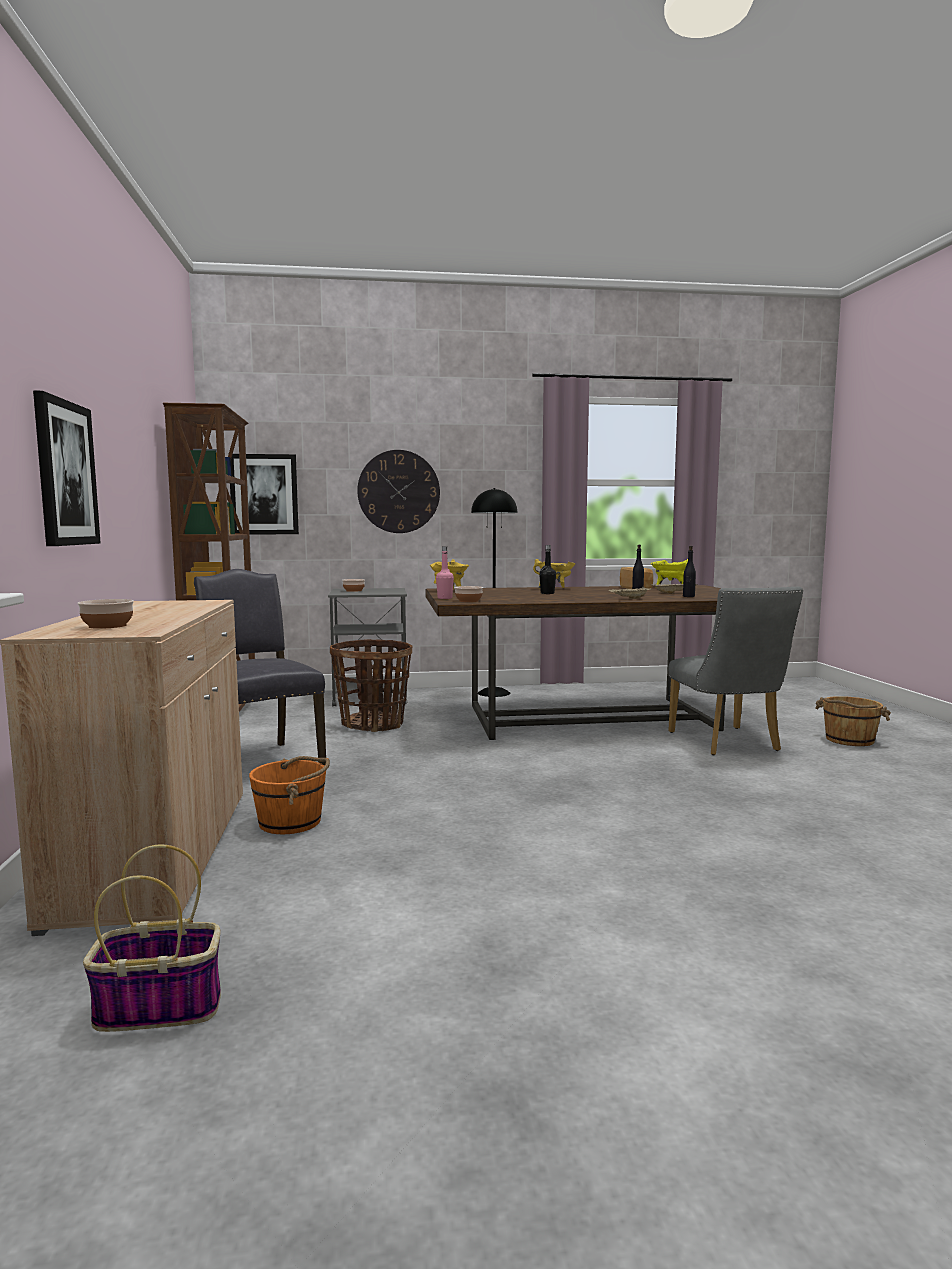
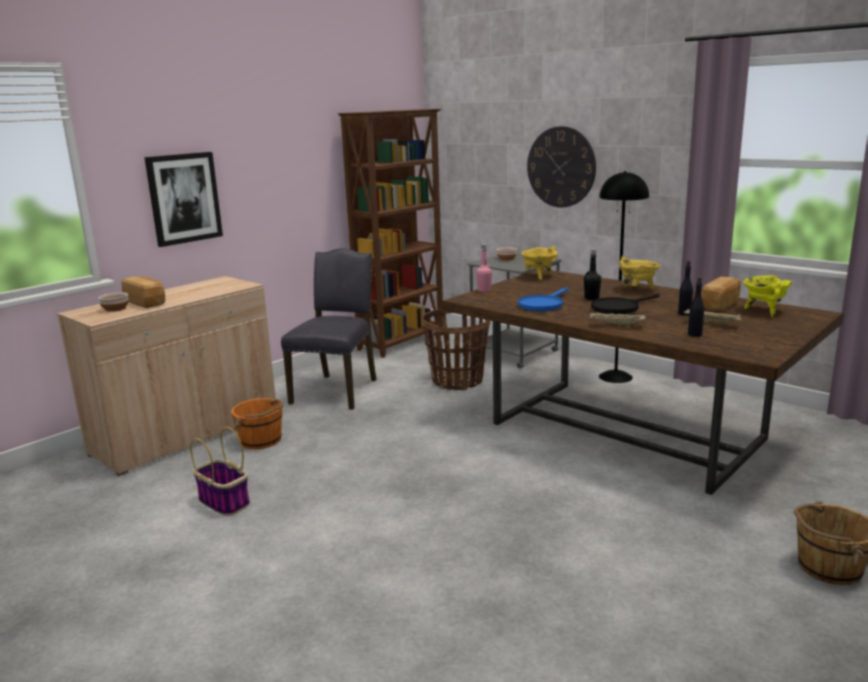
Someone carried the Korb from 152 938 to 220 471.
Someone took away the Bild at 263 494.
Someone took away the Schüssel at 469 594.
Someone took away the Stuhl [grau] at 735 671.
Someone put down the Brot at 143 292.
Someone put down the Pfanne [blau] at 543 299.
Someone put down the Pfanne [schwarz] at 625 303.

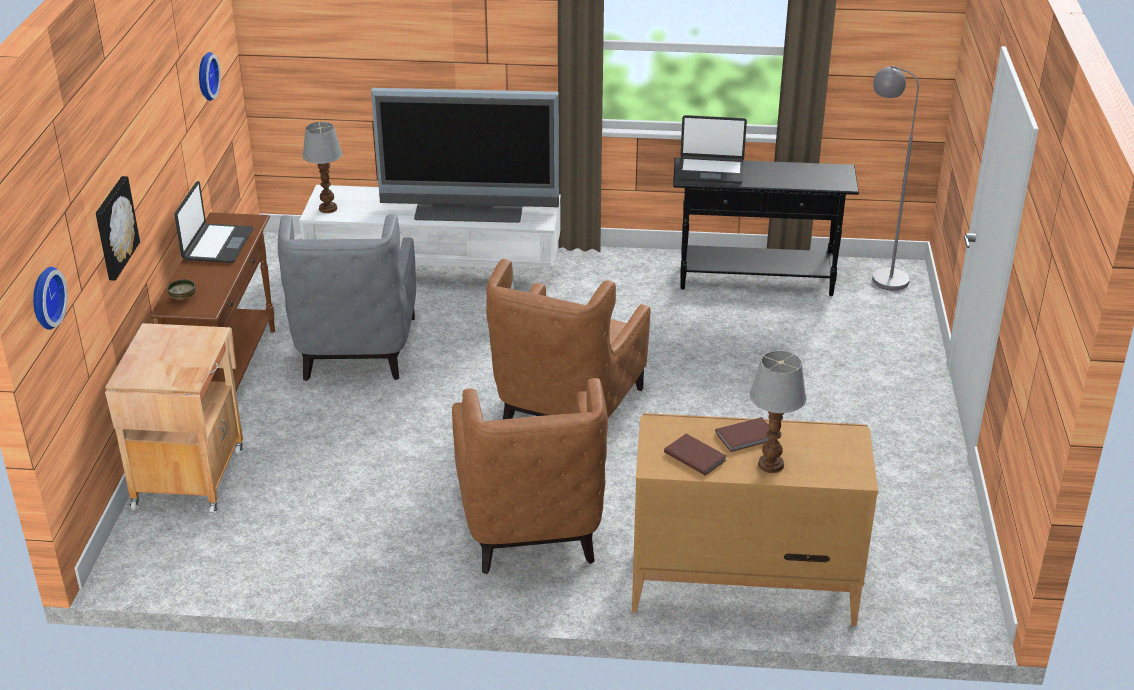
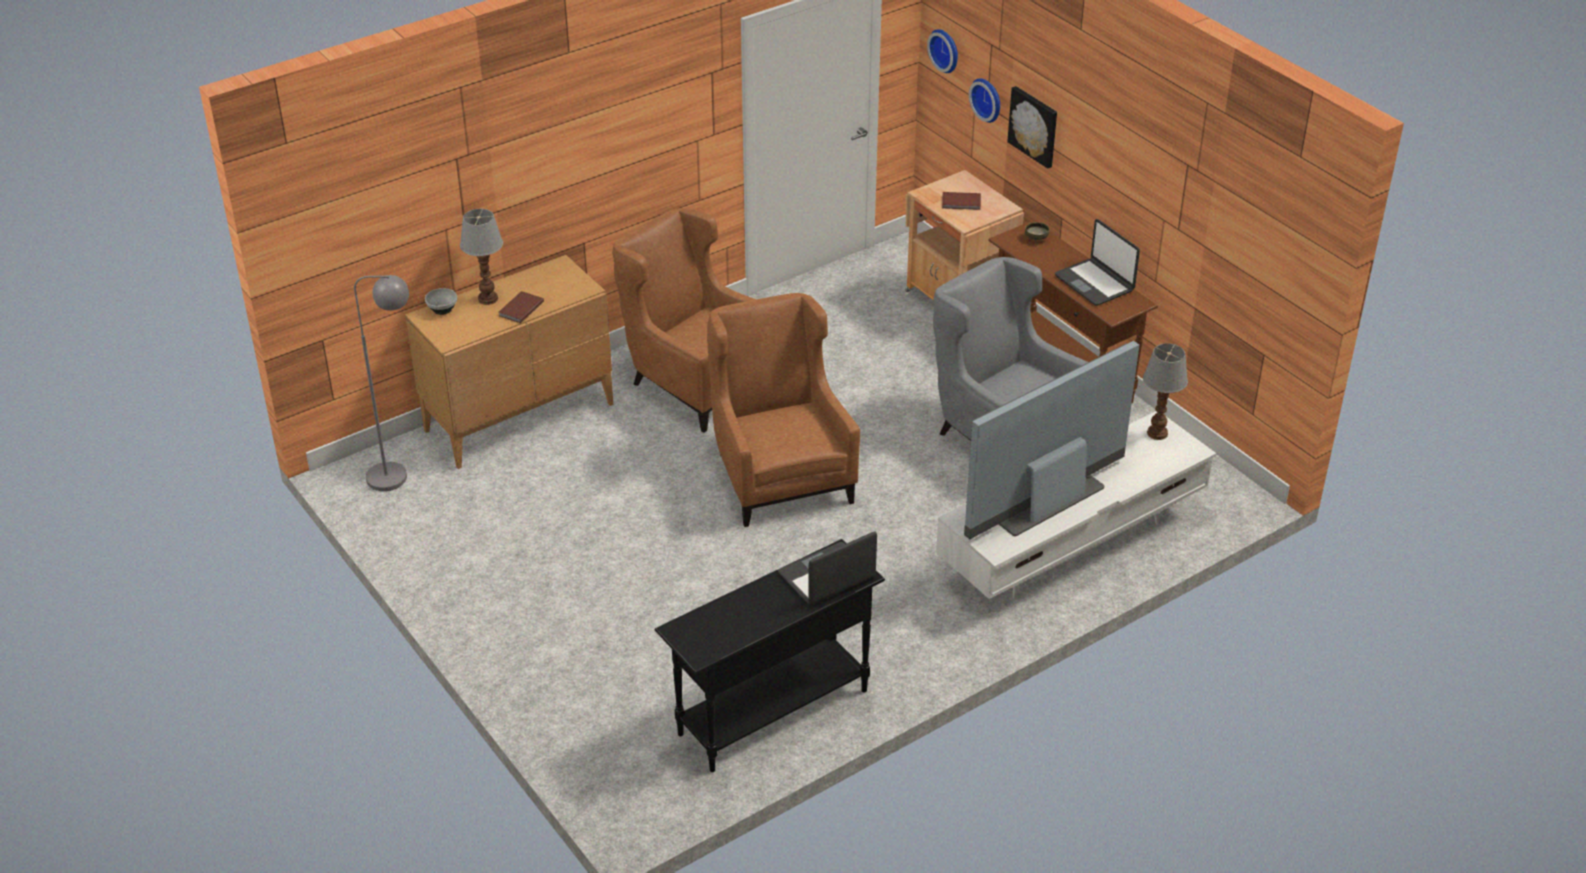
Someone carried the Wanduhr from 210 76 to 984 100.
Someone carried the Buch [braun] from 695 455 to 961 201.
Someone carried the Stehlampe [grau] from 895 178 to 381 383.
Someone put down the Schüssel at 441 301.

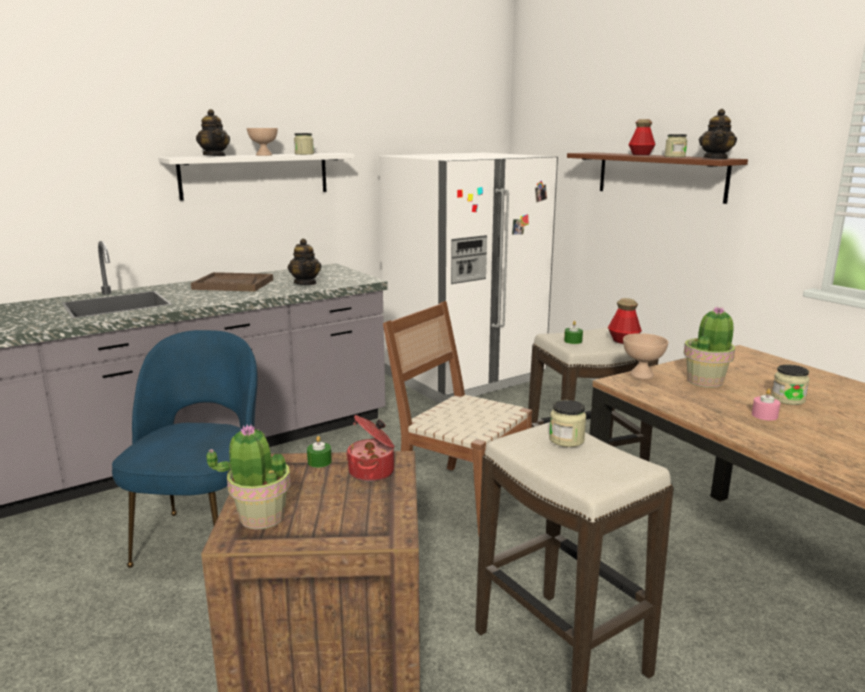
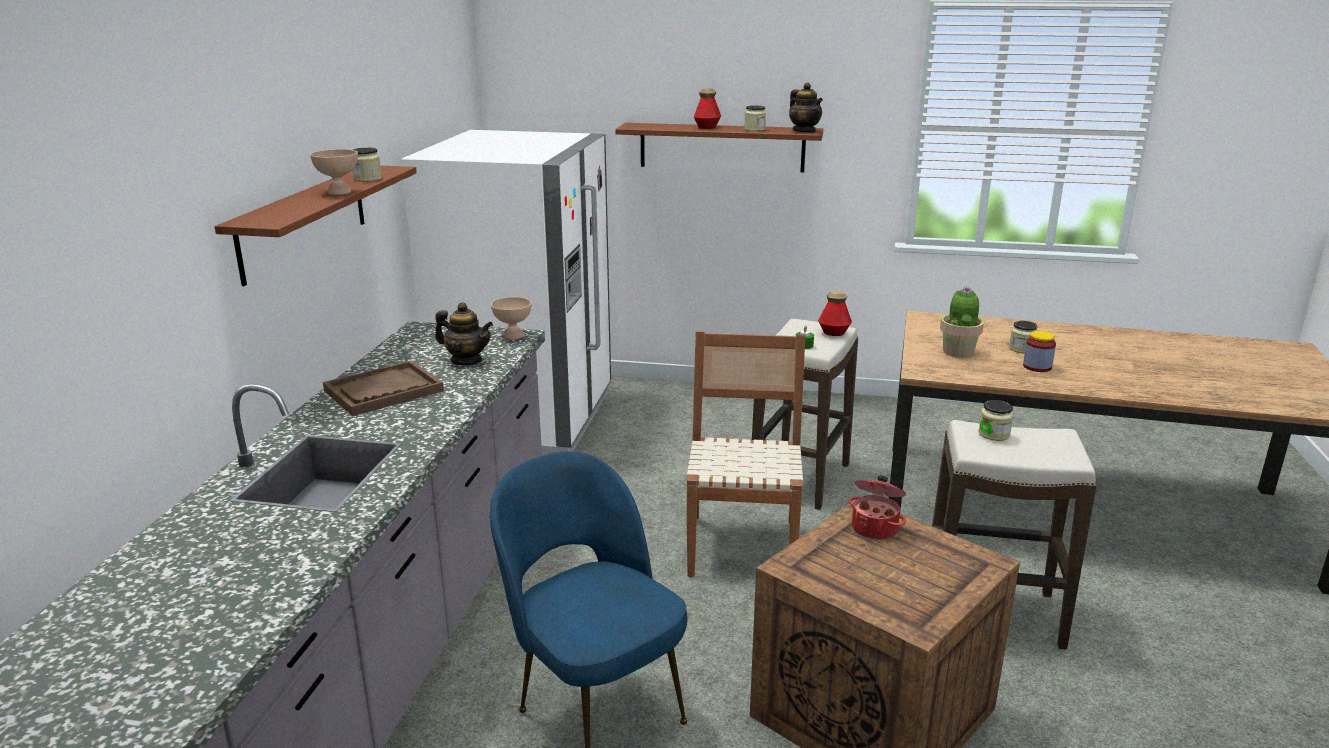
Someone repainted the Wandregal [weiß] at 256 177, which became the Wandregal [braun] at 315 226.
Someone took away the Teekanne at 213 132.
Someone took away the Topfpflanze at 248 477.
Someone took away the Kerze [grün] at 319 452.
Someone rotated the Stuhl at 457 418 by 105 degrees clockwise.
Someone carried the Schüssel [beige] from 645 356 to 511 318.
Someone swapped the Kerze [rosa] at 766 405 for the Vorratsglas at 1039 351.

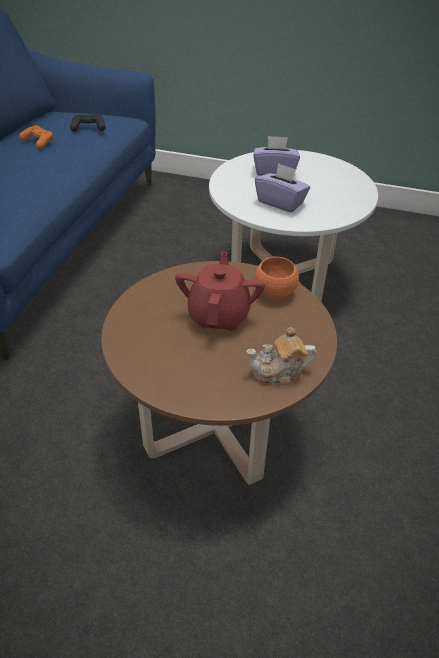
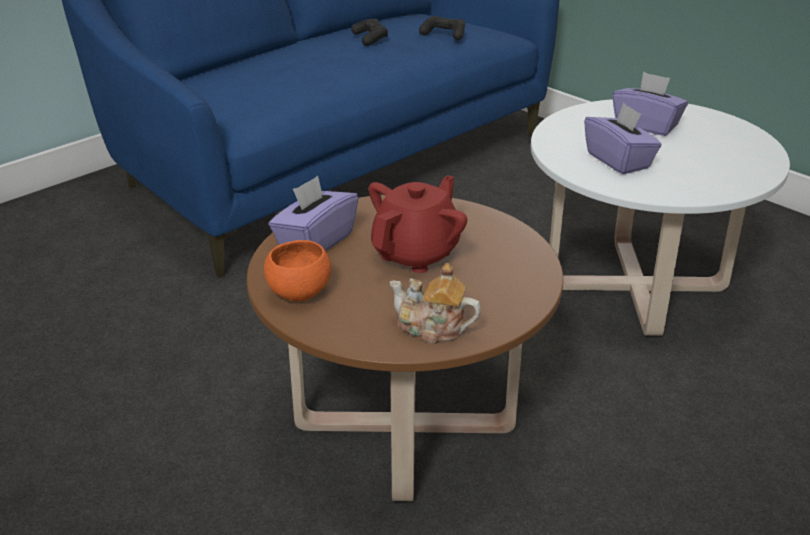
Someone repainted the Gamepad [orange] at 36 137, which became the Gamepad [schwarz] at 369 32.
Someone carried the Schüssel [orange] from 277 277 to 297 270.
Someone put down the Taschentuchbox [lila] at 314 213.

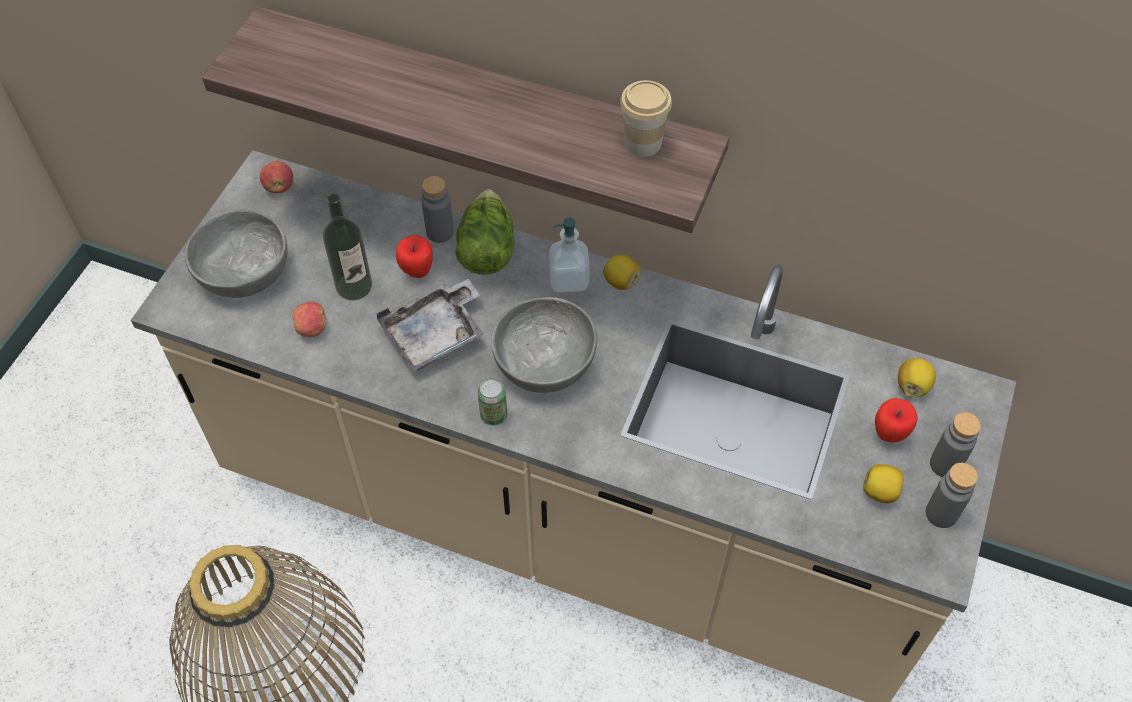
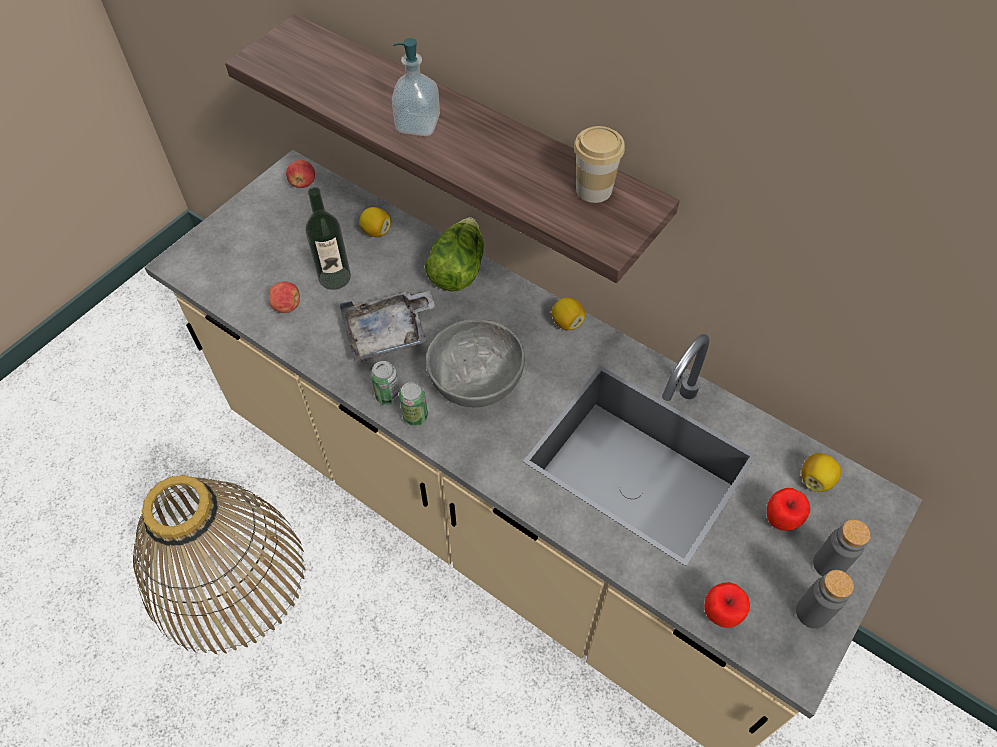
Someone took away the Schüssel [grau] at 236 254.
Someone carried the Apfel from 414 256 to 727 605.
Someone took away the Flasche [grau] at 438 209.
Someone carried the Seifenspender from 569 255 to 416 87.
Someone carried the Zitrone from 883 483 to 375 222.
Someone put down the Dose at 385 383.

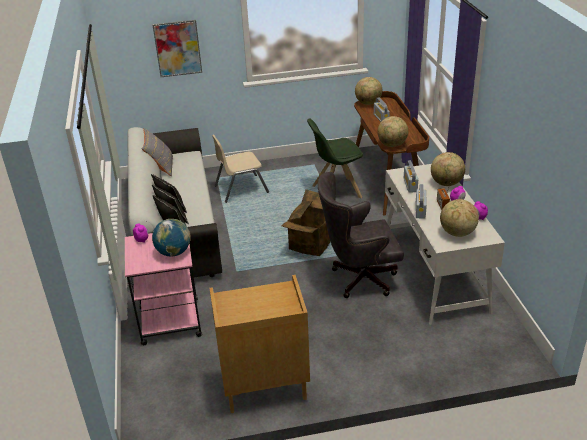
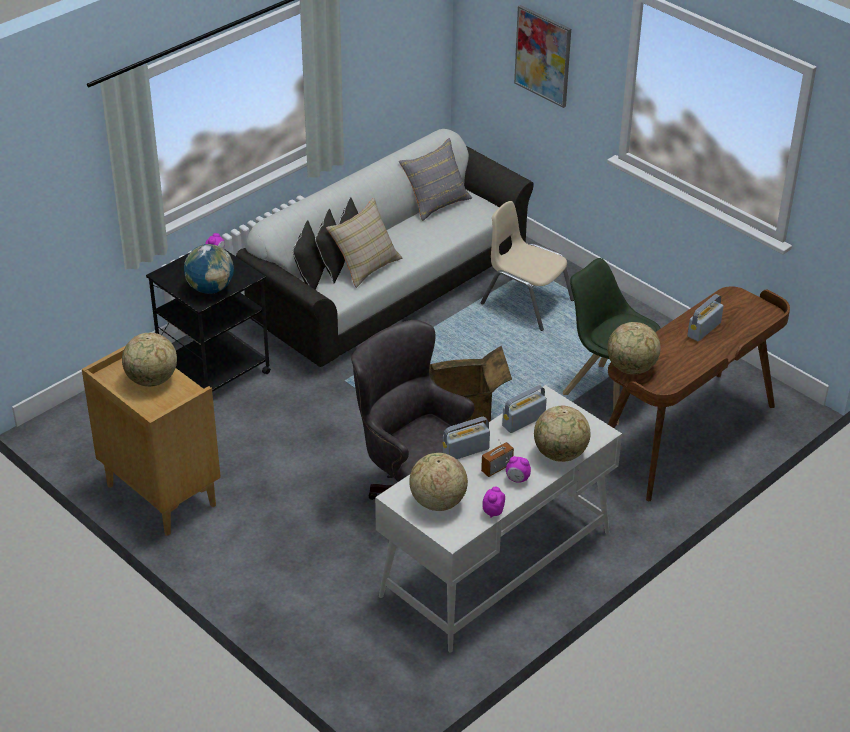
Someone repainted the Rollwagen [rosa] at 163 289, which became the Rollwagen [schwarz] at 208 320.
Someone carried the Globus from 368 91 to 149 360.
Someone put down the Kissen [beige] at 364 242.

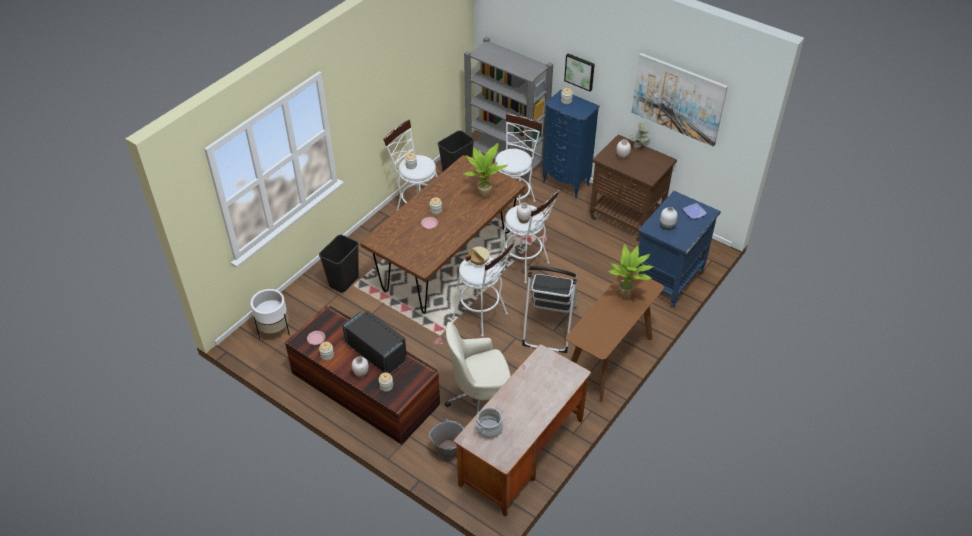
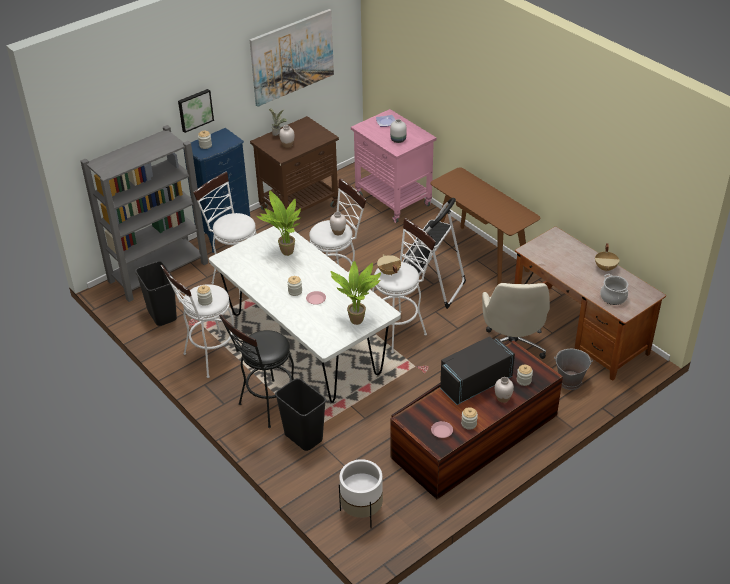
Someone repainted the Esstisch [braun] at 443 234, which became the Esstisch [weiß] at 305 314.
Someone carried the Topfpflanze from 631 271 to 356 293.
Someone repainted the Rollwagen [blau] at 678 249, which became the Rollwagen [rosa] at 394 166.
Someone put down the Hocker [schwarz] at 256 371.
Someone put down the Kochtopf [beige] at 607 257.

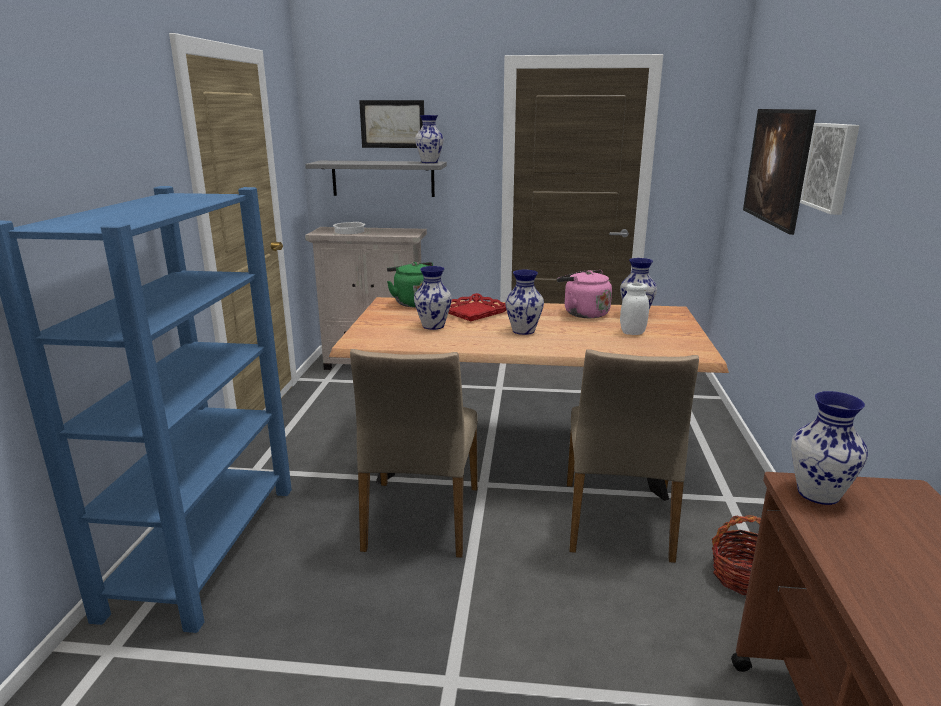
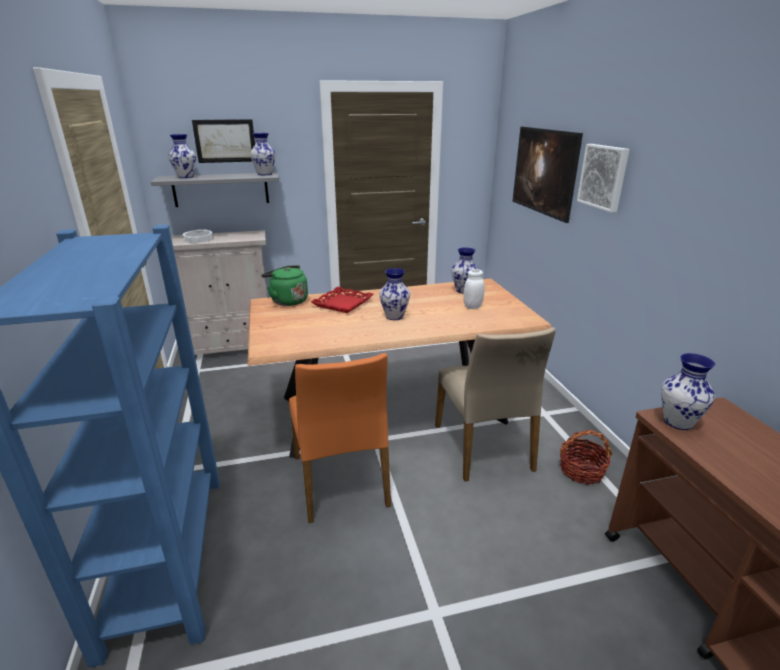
Someone repainted the Stuhl [beige] at 414 453, which became the Stuhl [orange] at 340 438.
Someone carried the Vase from 433 298 to 182 156.
Someone took away the Wasserkessel [rosa] at 584 294.

